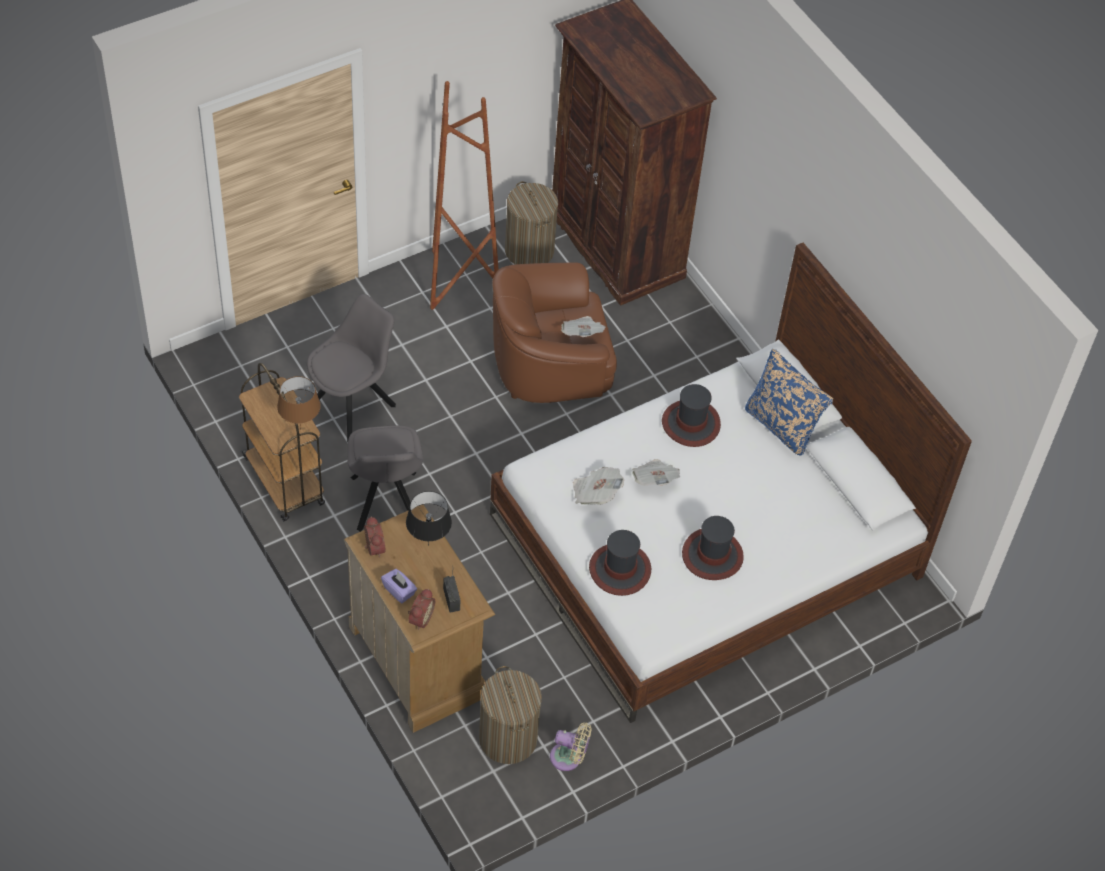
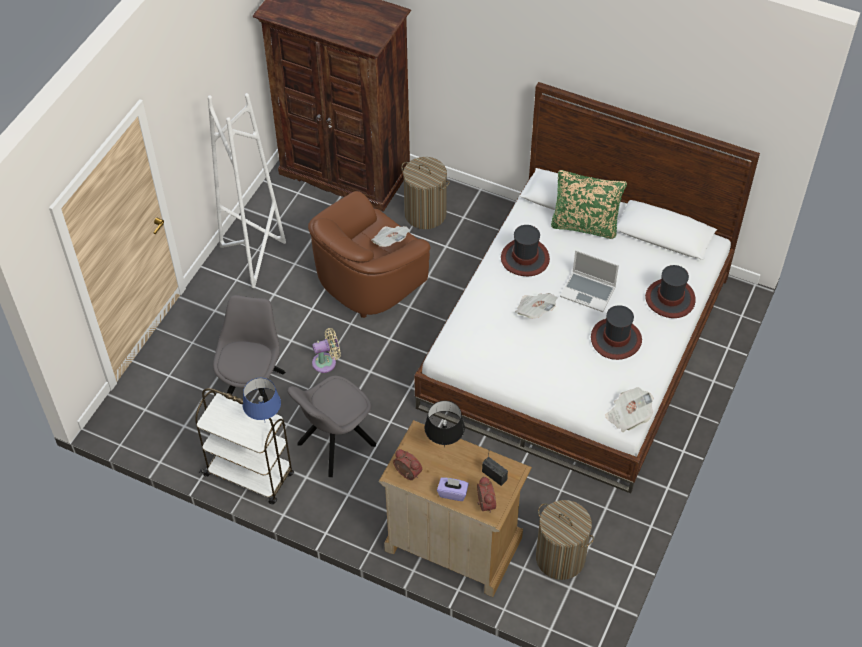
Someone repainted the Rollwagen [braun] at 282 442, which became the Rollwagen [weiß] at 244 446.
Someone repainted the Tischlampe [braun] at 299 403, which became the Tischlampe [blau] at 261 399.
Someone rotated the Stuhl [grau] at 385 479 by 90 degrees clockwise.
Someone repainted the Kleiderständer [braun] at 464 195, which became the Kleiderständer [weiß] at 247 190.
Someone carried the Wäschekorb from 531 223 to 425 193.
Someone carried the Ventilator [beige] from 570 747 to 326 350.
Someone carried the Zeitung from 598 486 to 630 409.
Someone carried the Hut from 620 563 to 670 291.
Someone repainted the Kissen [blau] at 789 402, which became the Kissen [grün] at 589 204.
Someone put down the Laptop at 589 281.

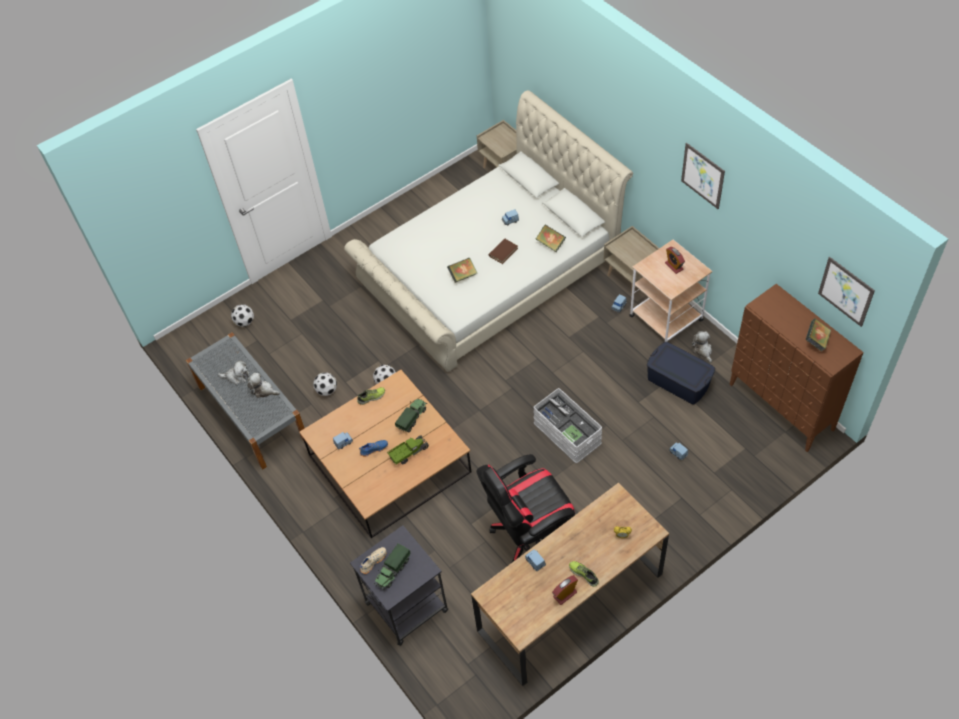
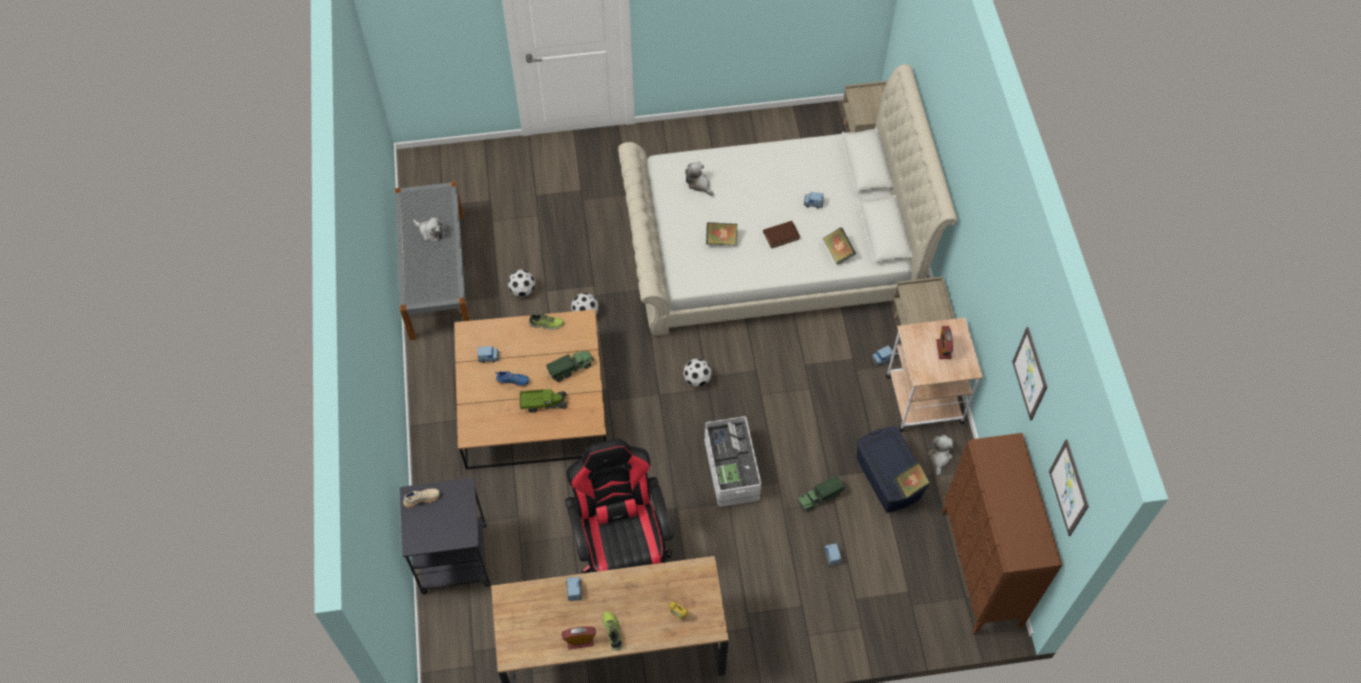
Someone carried the Fußball from 242 315 to 697 373.
Someone carried the Plüschtier from 263 385 to 699 178.
Someone carried the Spielzeuglaster from 392 566 to 820 493.
Someone rotated the Bürostuhl [schwarz] at 525 508 by 75 degrees clockwise.
Someone carried the Bild from 703 176 to 1030 374.
Someone carried the Buch from 818 335 to 911 481.

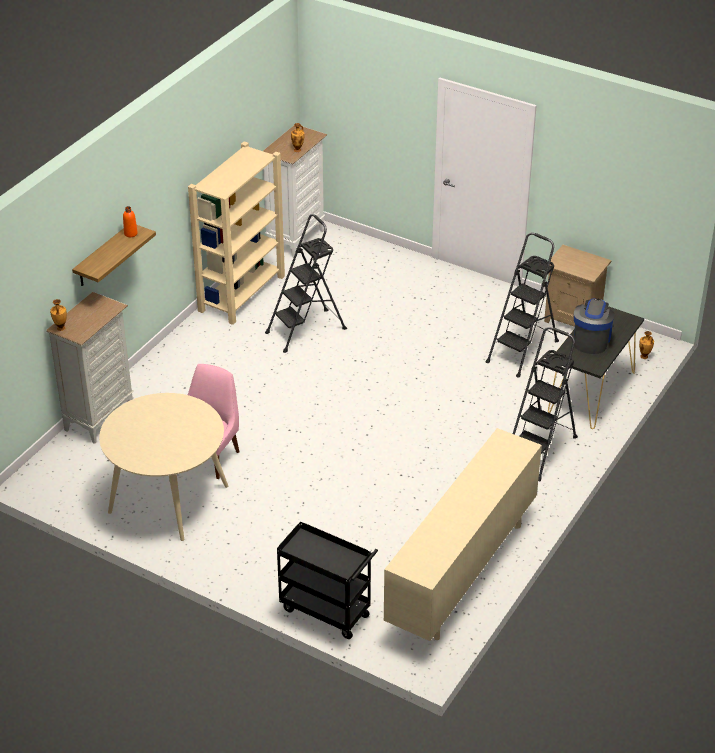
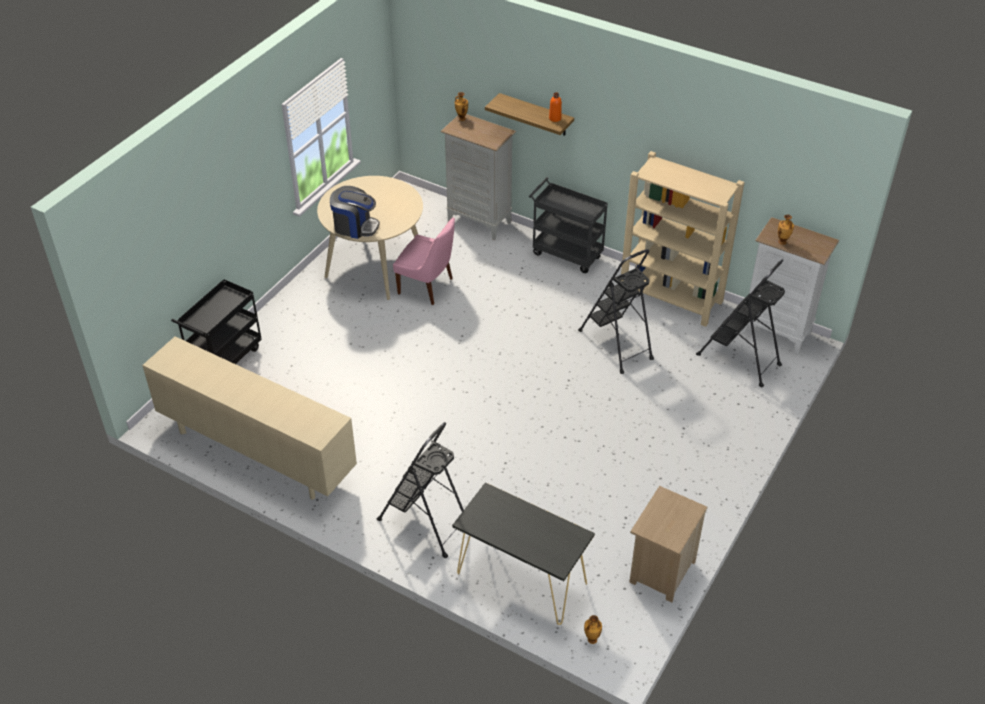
Someone carried the Trittleiter from 522 305 to 740 323.
Someone carried the Kaffeemaschine from 594 326 to 355 212.
Someone put down the Rollwagen [grau] at 568 225.

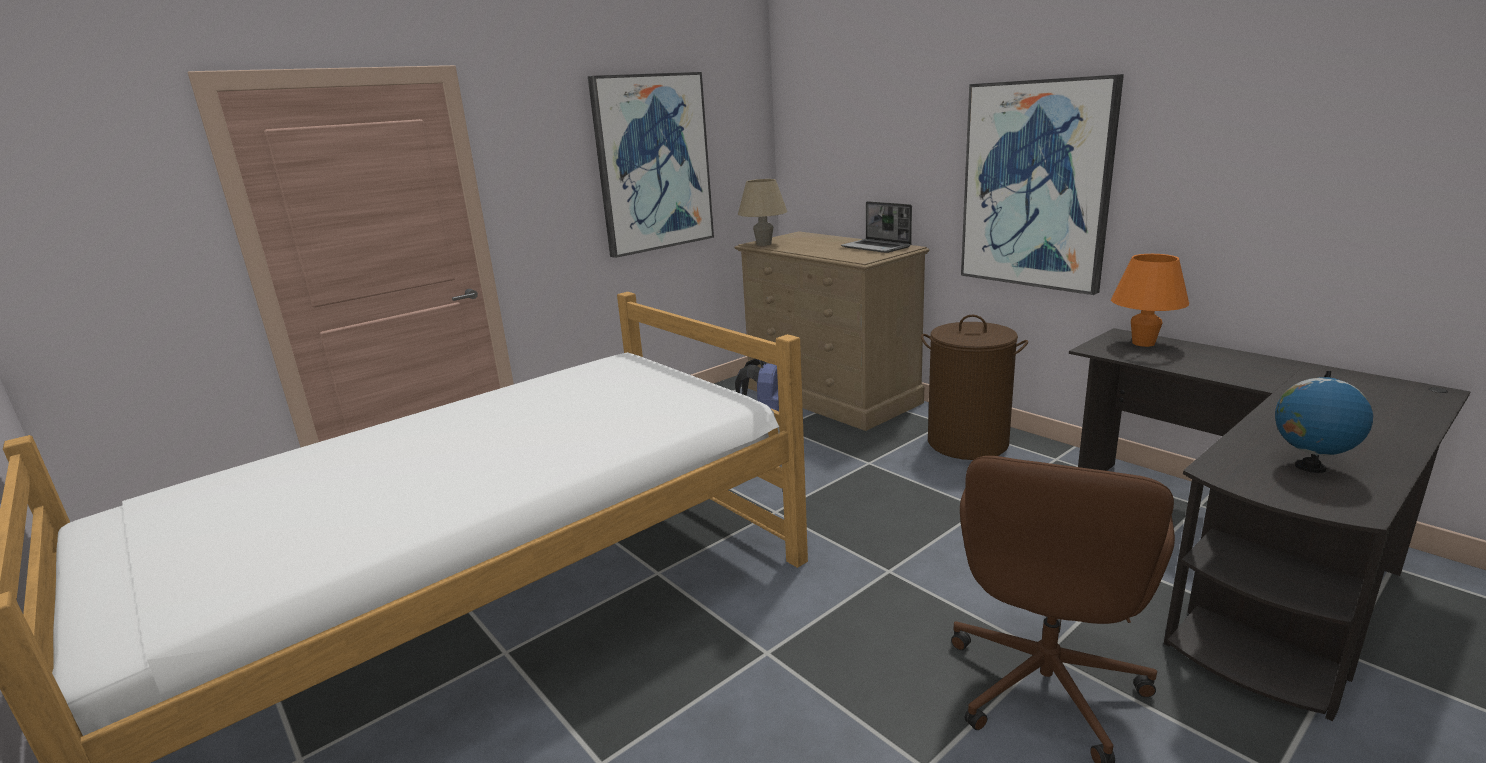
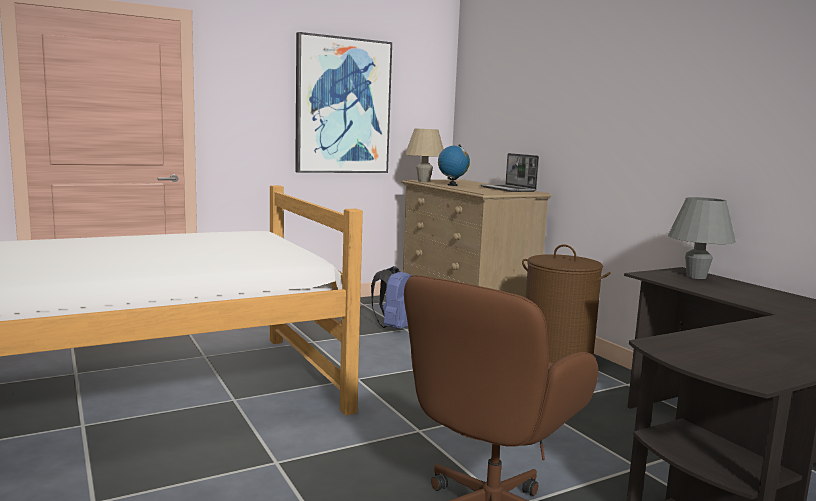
Someone took away the Bild at 1042 184.
Someone repainted the Tischlampe [orange] at 1150 300, which became the Tischlampe [grau] at 702 238.
Someone carried the Globus from 1324 422 to 454 165.

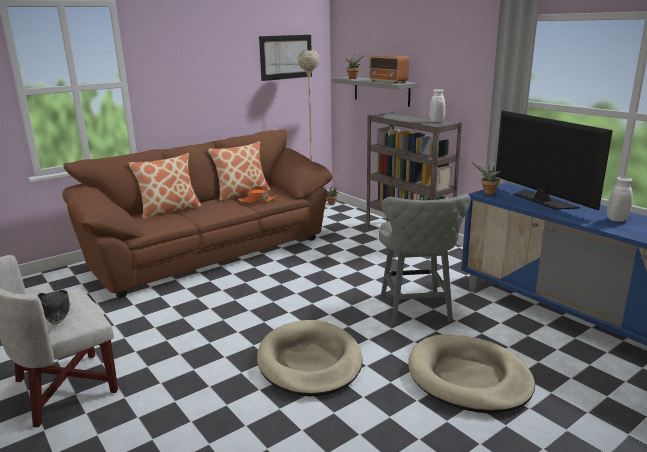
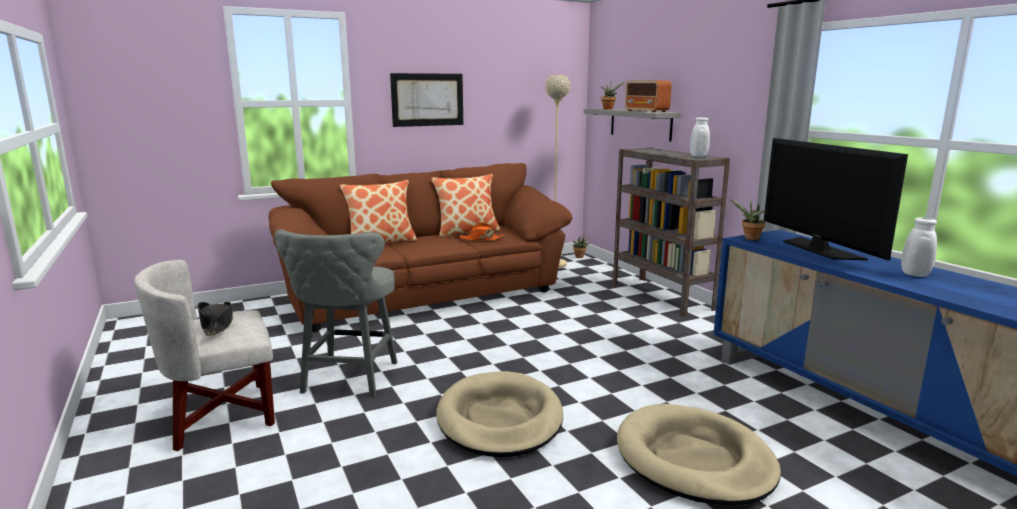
Someone carried the Bild from 285 58 to 426 100.
Someone carried the Hocker [grau] from 425 259 to 336 313.

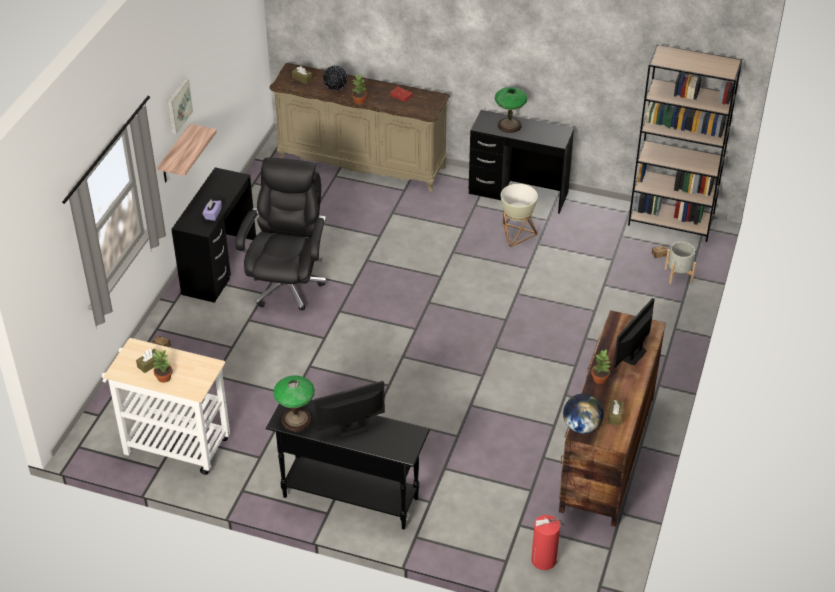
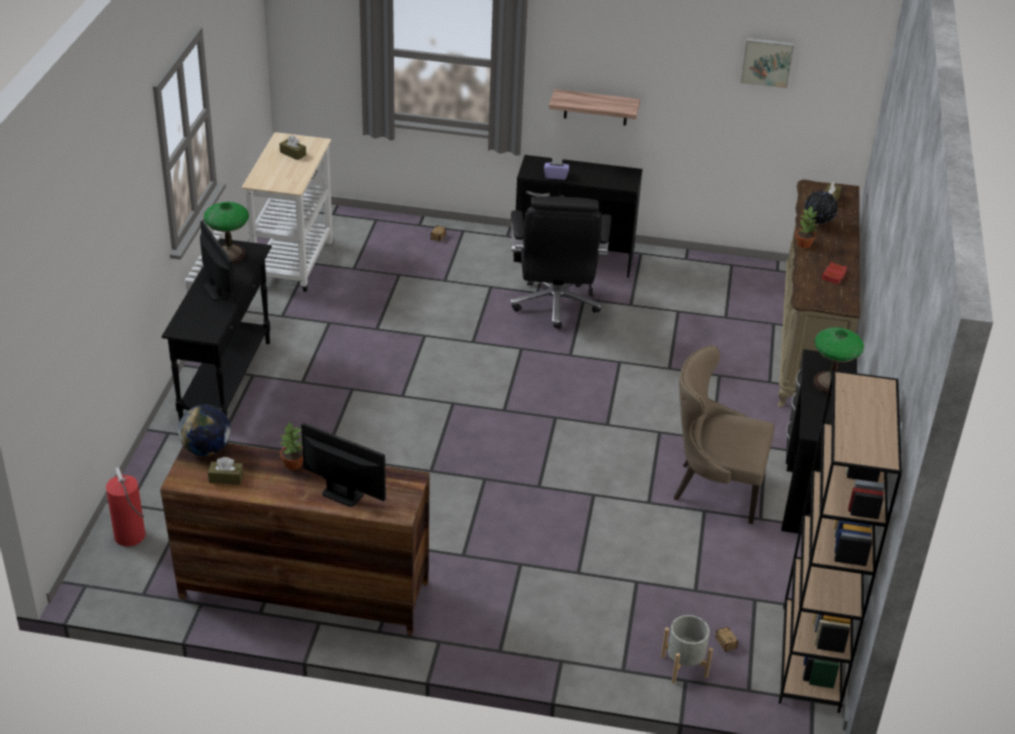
Someone took away the Topfpflanze at 162 366.
Someone carried the Bild from 180 106 to 767 63.
Someone rotated the Bürostuhl [schwarz] at 280 234 by 90 degrees clockwise.
Someone swapped the Pflanzkübel at 519 215 for the Stuhl [beige] at 724 434.

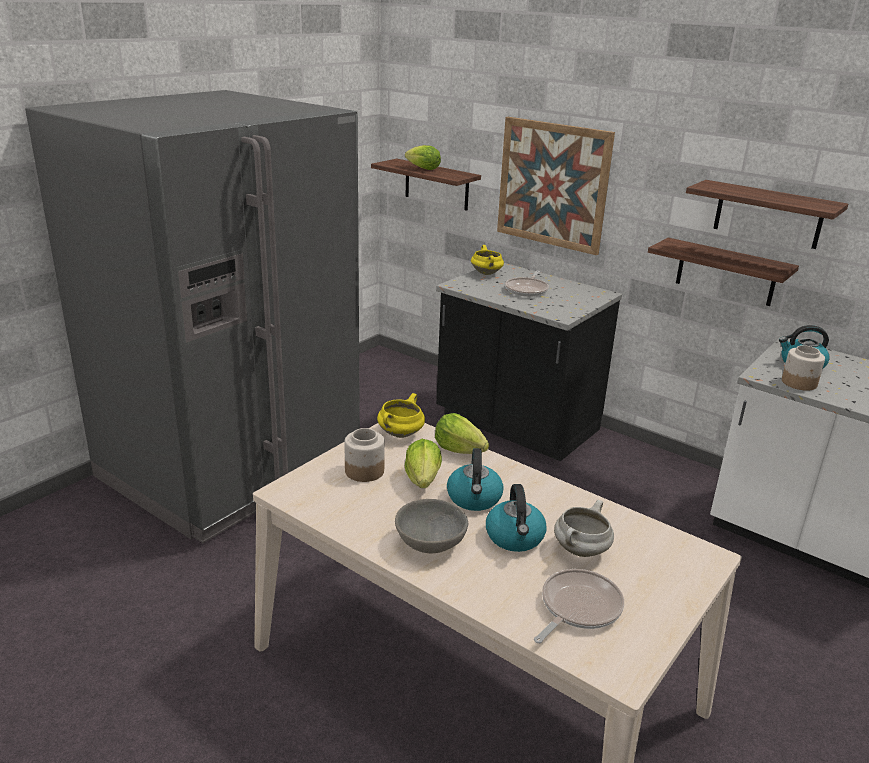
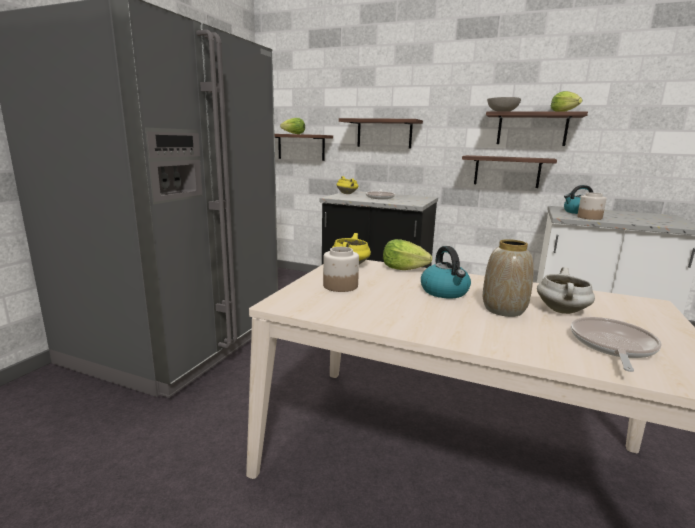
Someone carried the Schüssel [grau] from 431 526 to 504 104.
Someone carried the Salatkopf from 423 463 to 566 101.
Someone swapped the Wasserkessel at 516 518 for the Vase at 508 278.
Someone swapped the Bild at 556 186 for the Wandregal at 381 133.

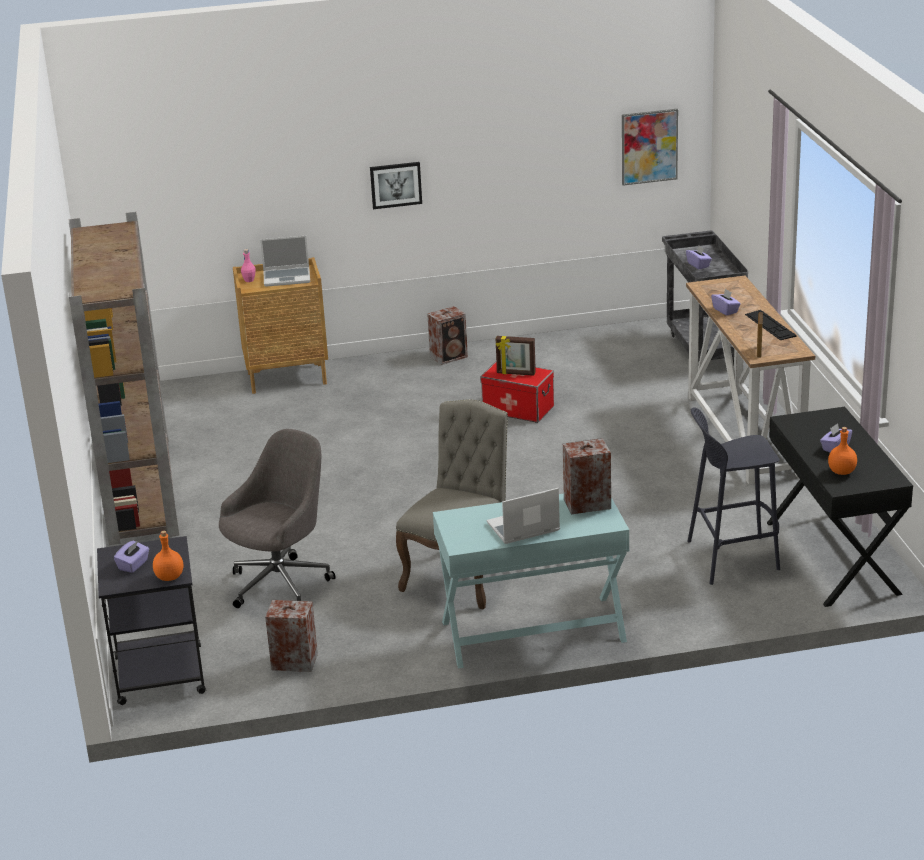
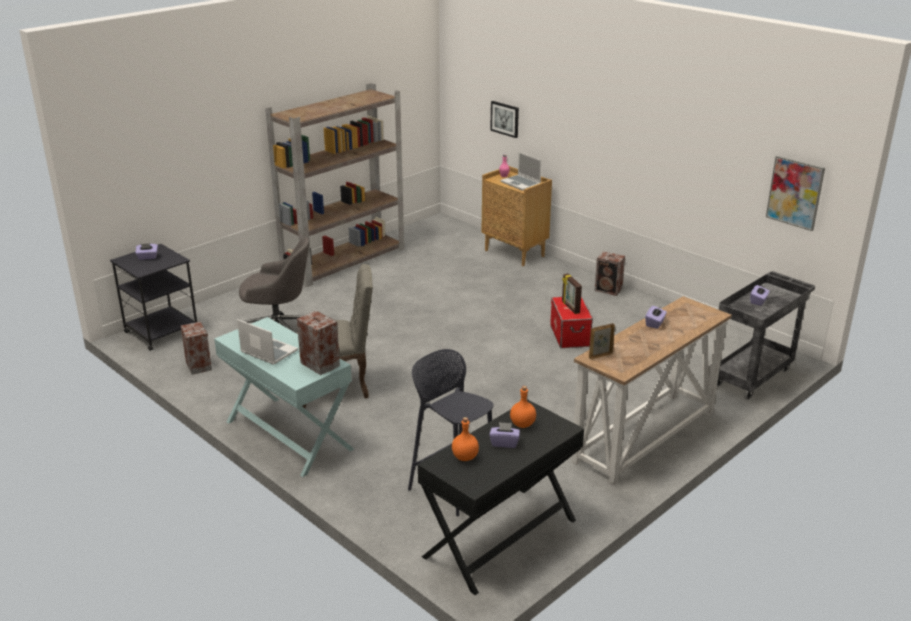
Someone carried the Flasche [orange] from 168 556 to 523 407.
Someone carried the Bild from 396 185 to 504 119.
Someone took away the Tastatur at 771 325.

